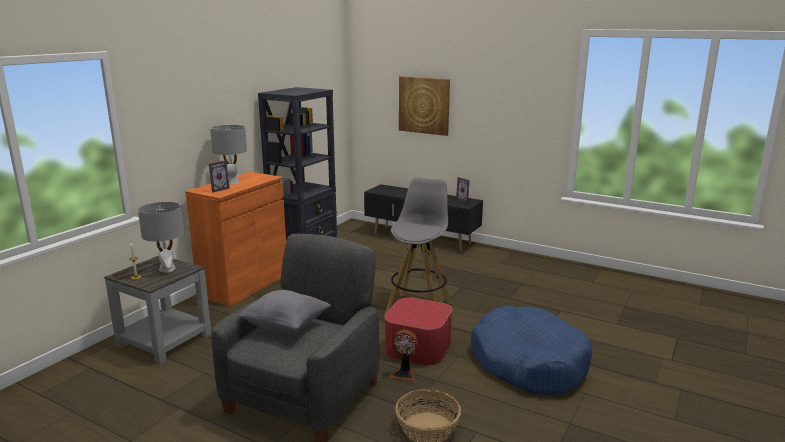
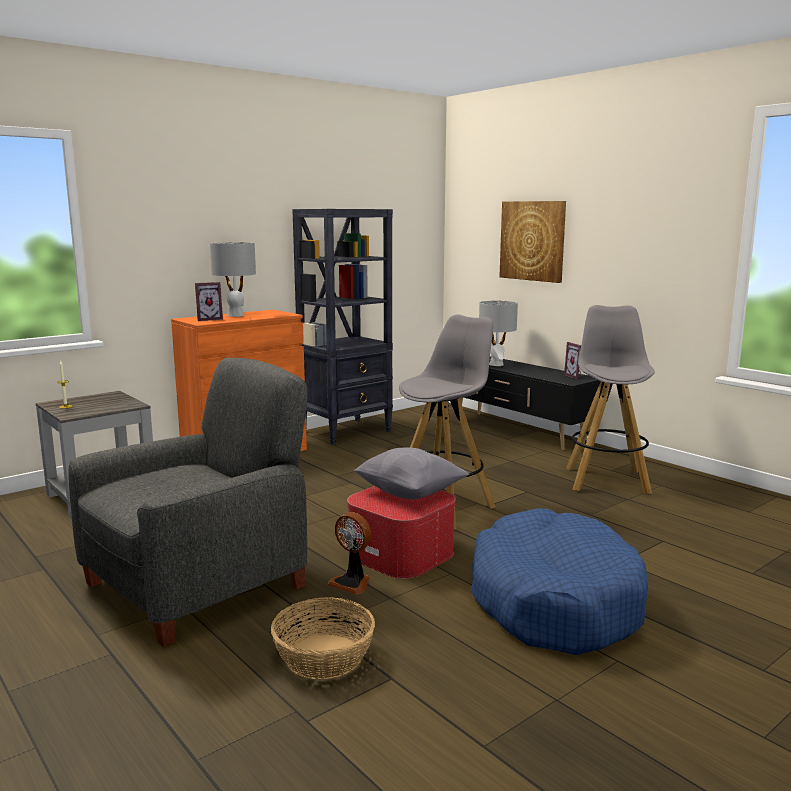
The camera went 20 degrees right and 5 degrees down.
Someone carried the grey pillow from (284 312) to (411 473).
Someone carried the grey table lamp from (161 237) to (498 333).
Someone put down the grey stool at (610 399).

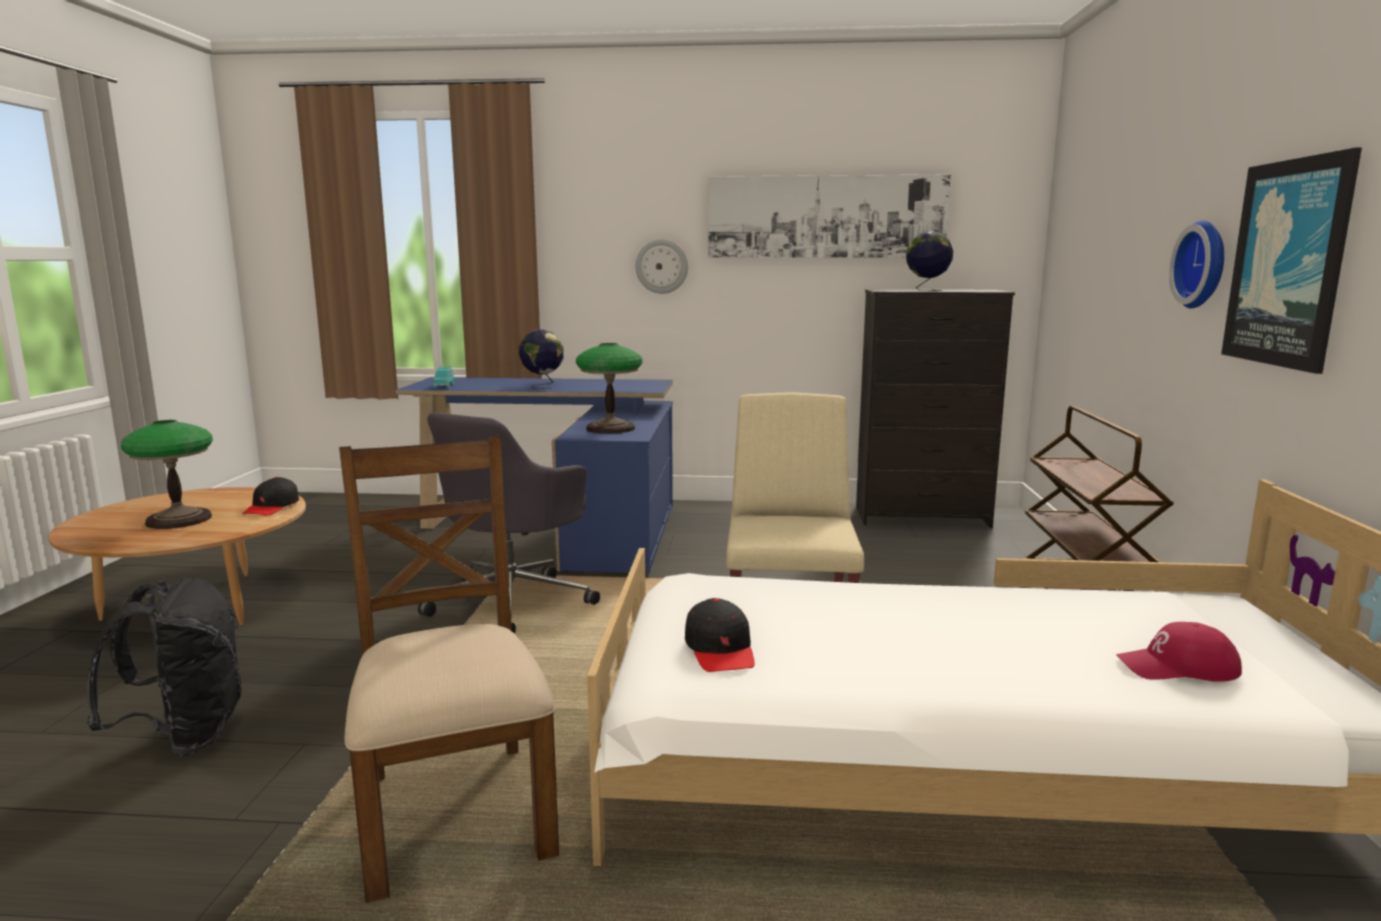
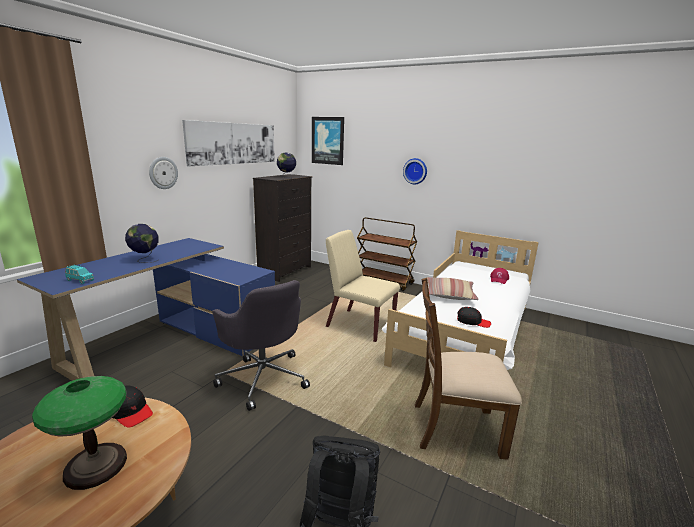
The camera went 65 degrees left and 5 degrees up.
Someone carried the picture from (1291 260) to (328 141).
Someone put down the pillow at (452 288).
Someone took away the table lamp at (609 388).

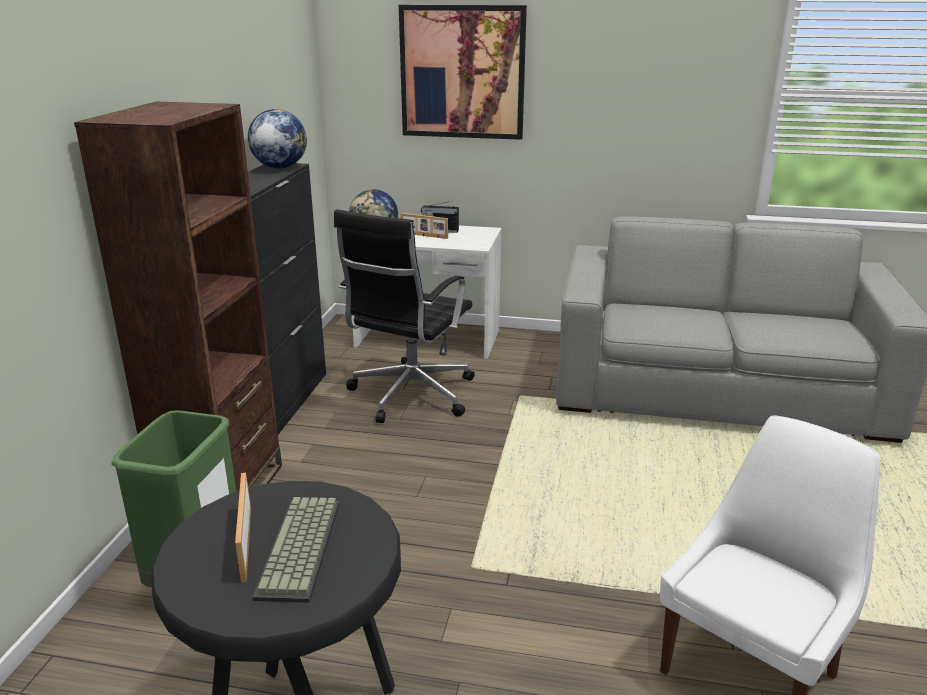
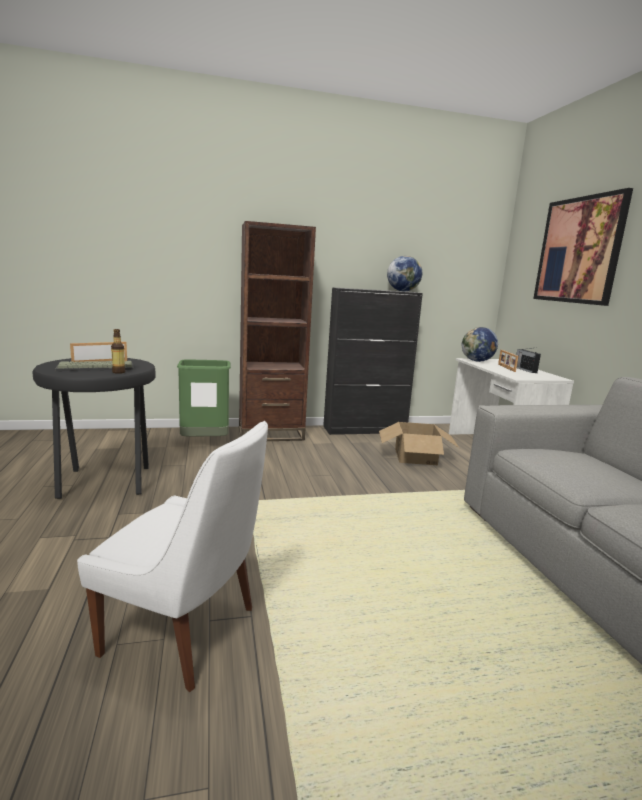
The camera went 65 degrees right and 10 degrees down.
Someone put down the bottle at (118 351).
Someone swapped the black office chair at (404 316) for the cardboard box at (419 443).

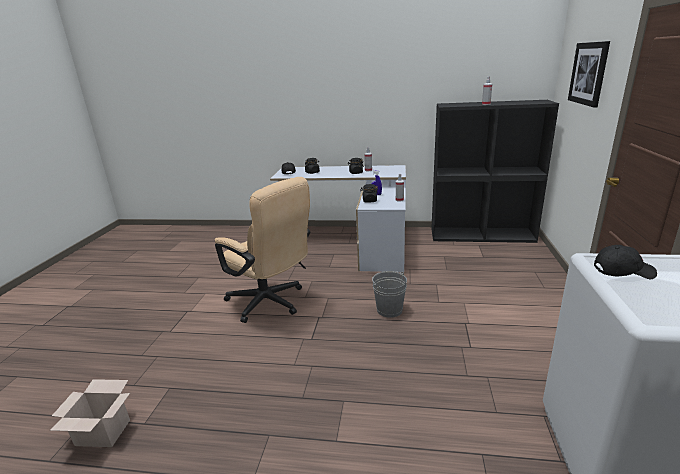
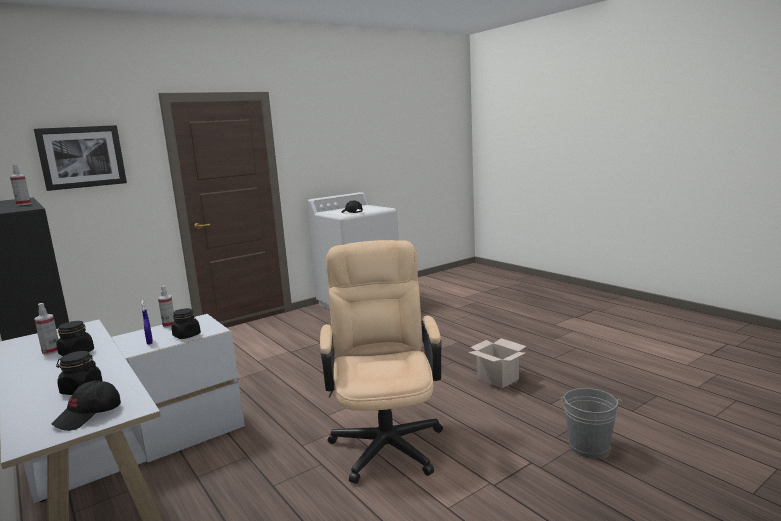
The camera went 135 degrees left and 10 degrees down.
Someone carried the cardboard box from (90 413) to (497 363).
Someone carried the grey bucket from (389 294) to (591 423).

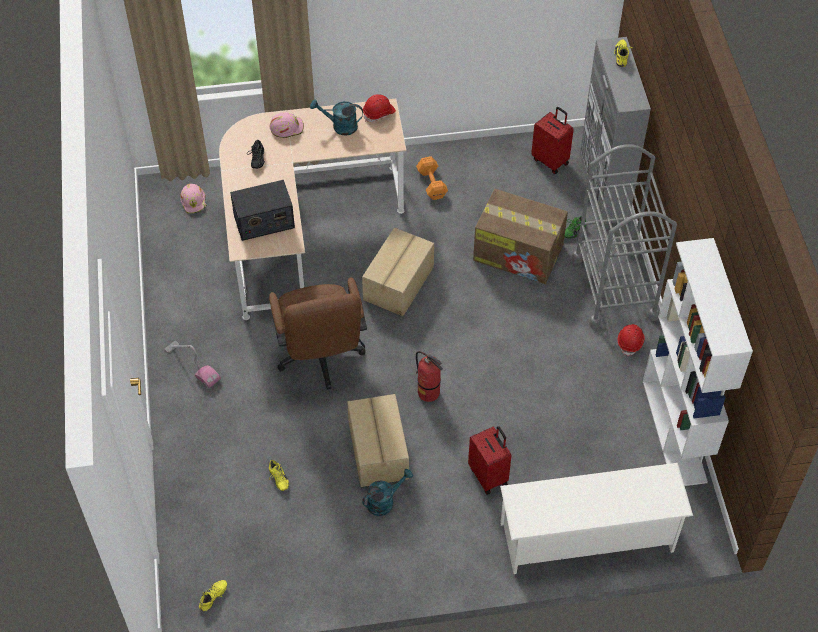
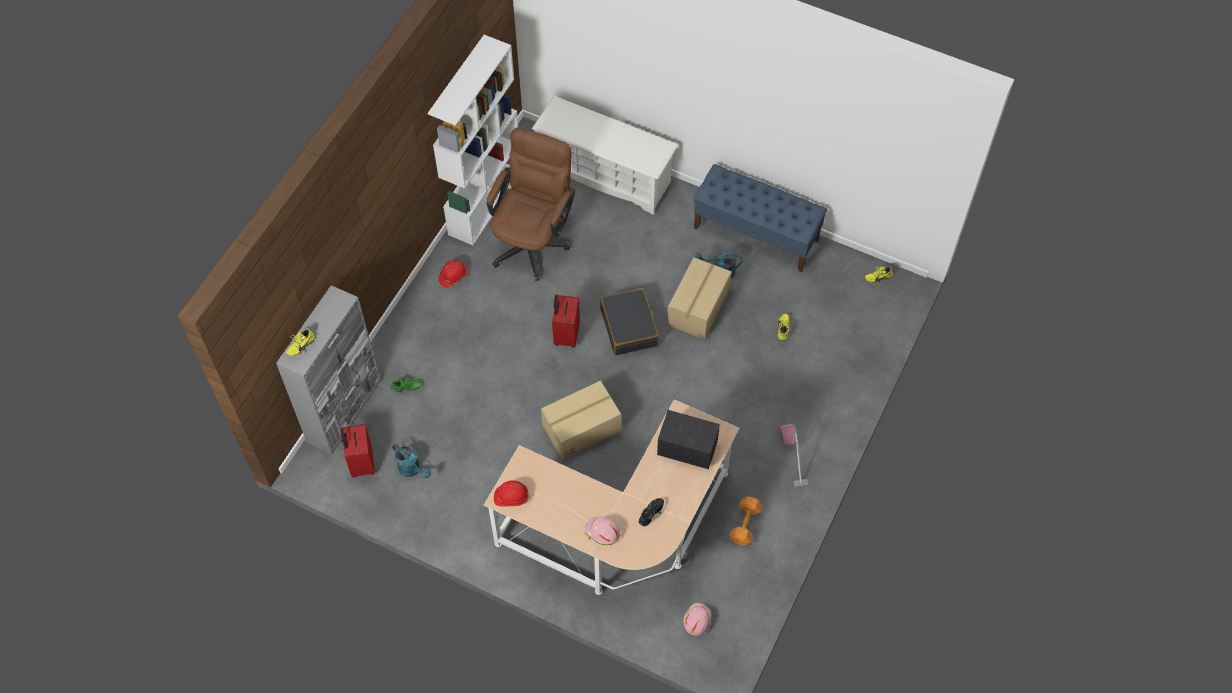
The camera went 145 degrees left and 5 degrees up.
Someone carried the turquoise watering can from (336 118) to (411 461).
Someone carried the brown office chair from (318 333) to (531 204).
Someone carried the red suitcase from (489 460) to (566 321).
Someone swapped the fire extinguisher at (429 376) for the black suitcase at (629 321).
Someone put down the blue bench at (760 218).
Someone carried the orange dumbbell from (432 178) to (745 521).
Someone took away the cardboard box at (520 236).
Someone took away the grey cart at (624 236).

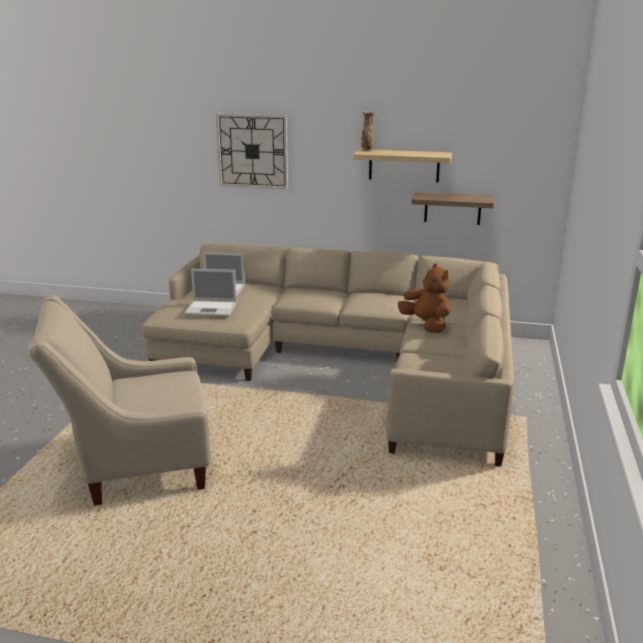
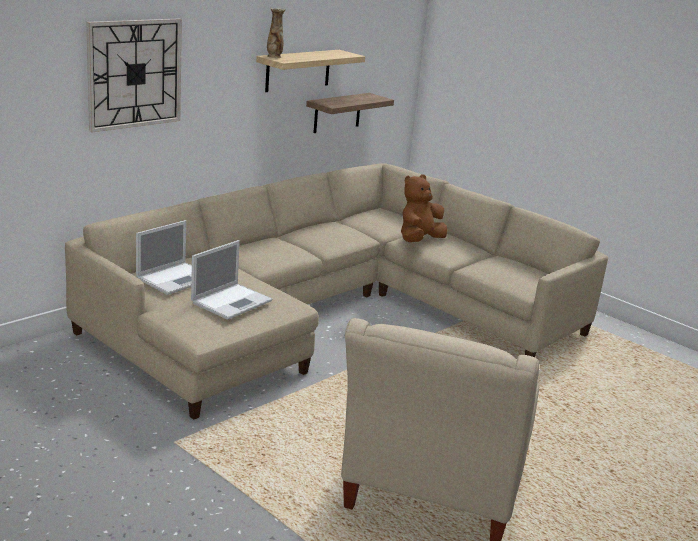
The camera went 60 degrees left and 0 degrees up.
Someone rotated the brown plush toy at (424 298) by 45 degrees counterclockwise.

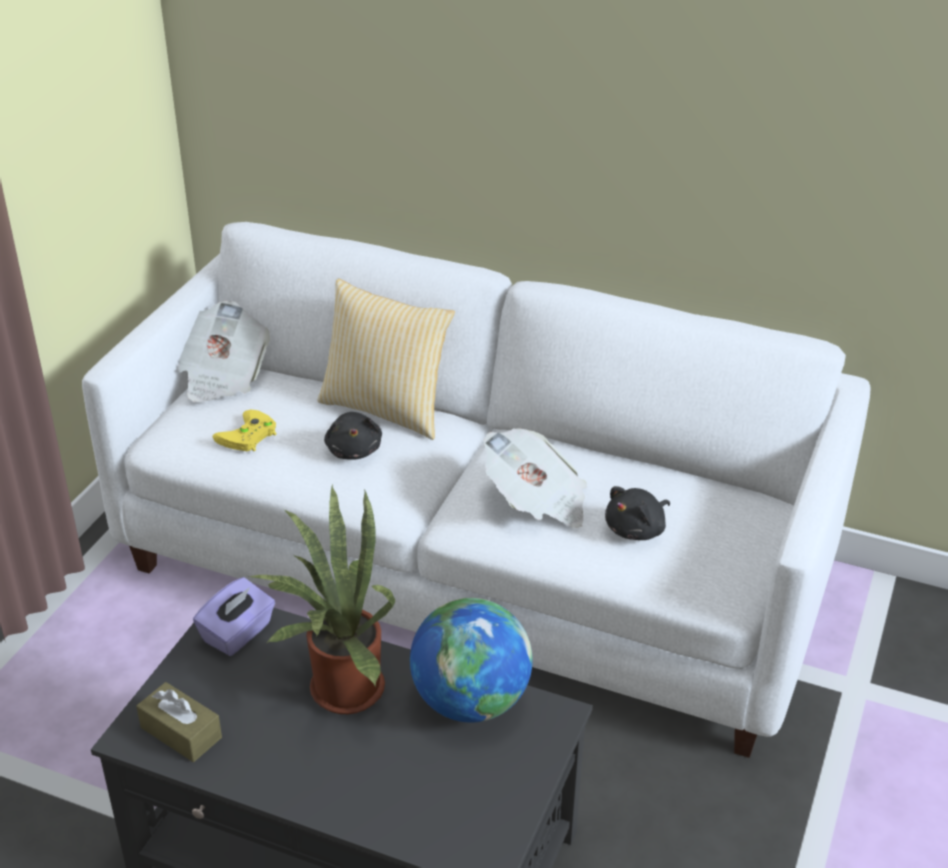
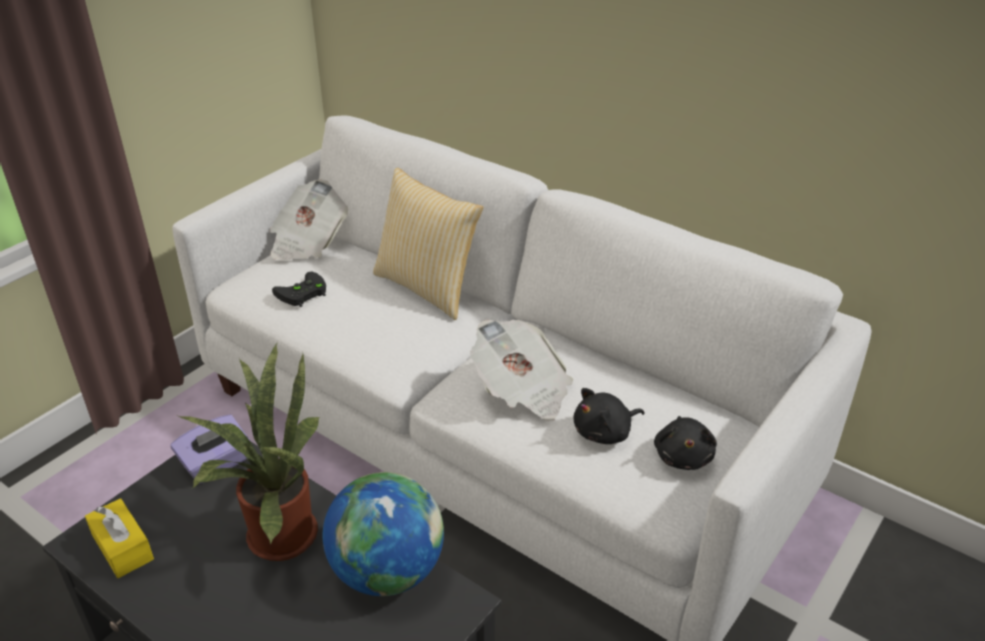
The camera went 15 degrees right and 0 degrees up.
Someone repainted the brown tissue box at (179 722), which became the yellow tissue box at (119 538).
Someone repainted the yellow game controller at (245 430), which became the black game controller at (299 289).
Someone carried the black plush toy from (353 436) to (685 443).

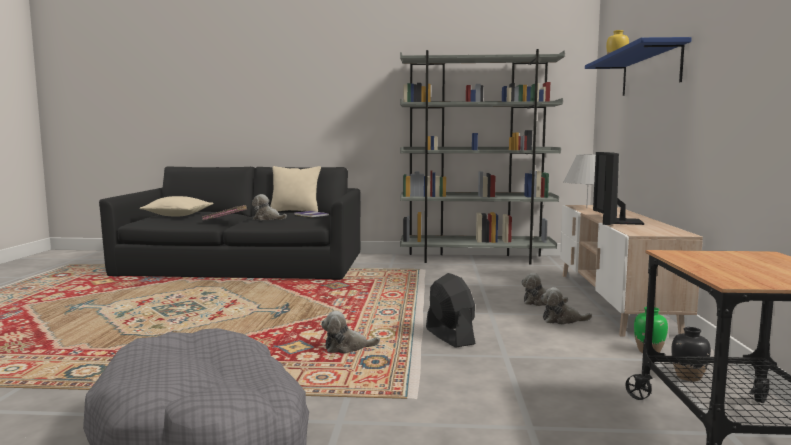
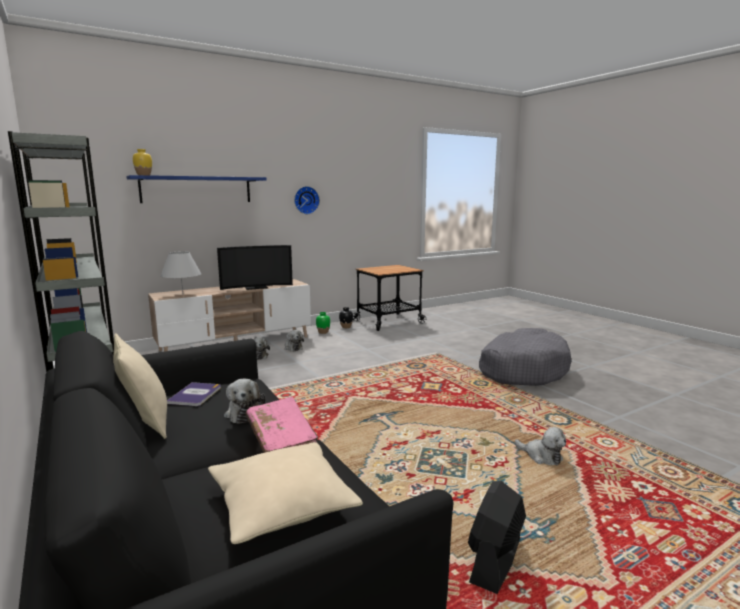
The camera went 125 degrees left and 5 degrees up.
Someone put up the wall clock at (307 200).
Someone carried the black fan from (450 310) to (497 537).
Someone carried the plush toy from (350 332) to (540 446).

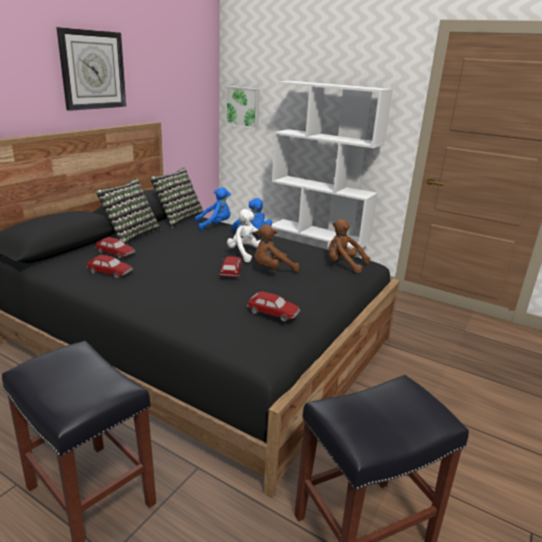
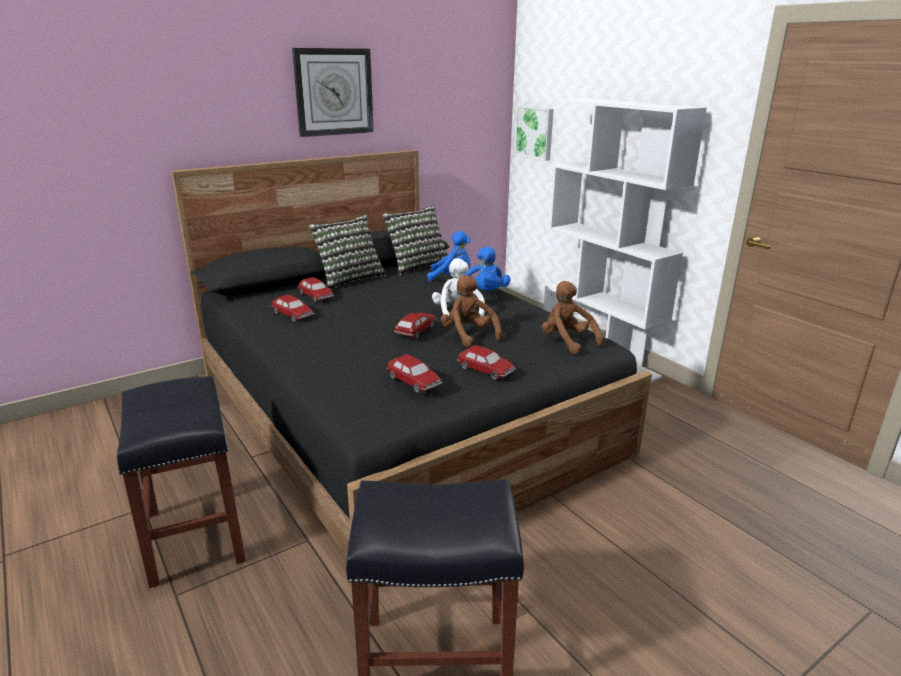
The camera went 25 degrees right and 0 degrees up.
Someone rotated the brown plush toy at (276 248) by 60 degrees clockwise.
Someone put down the toy car at (486 362).

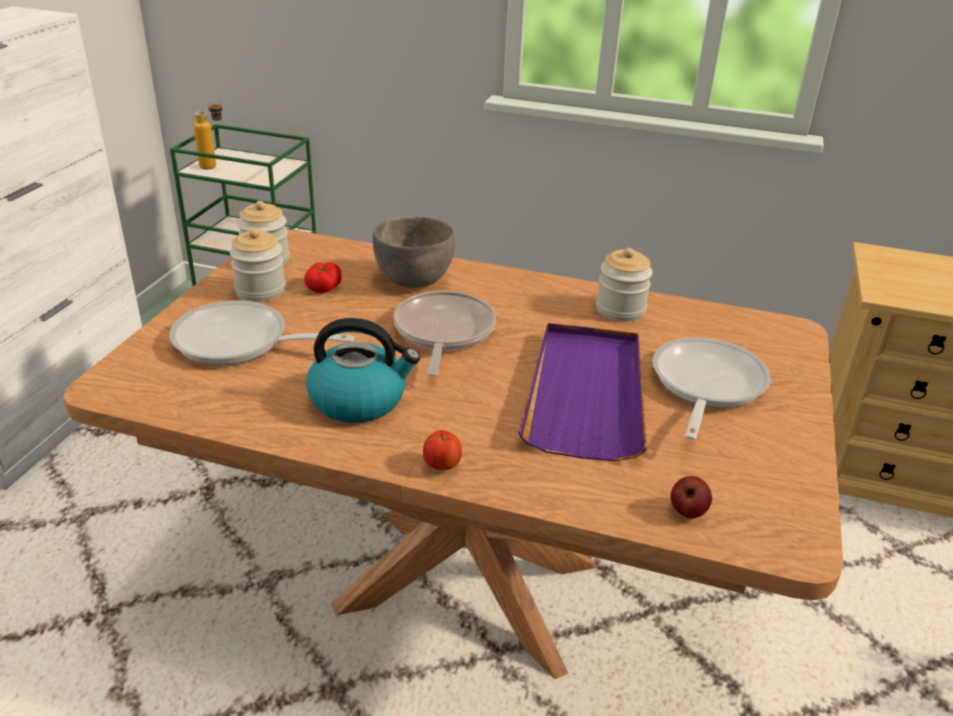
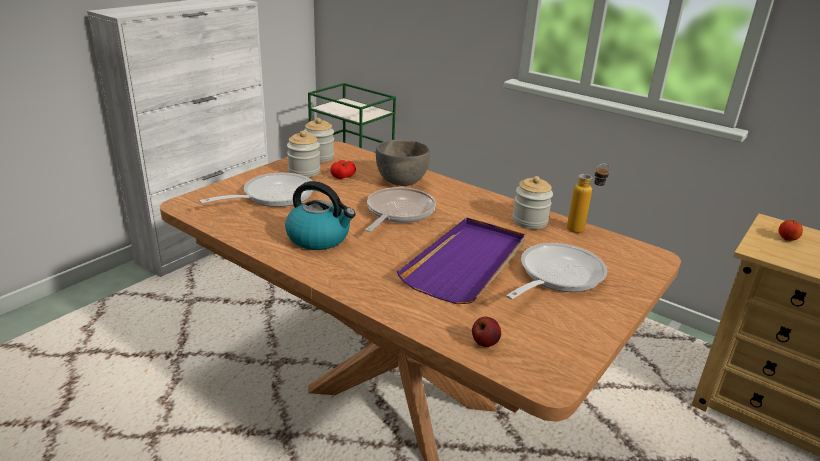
The camera went 20 degrees right and 5 degrees down.
Someone rotated the frying pan at (262 333) by 105 degrees clockwise.
Someone carried the bottle from (208 134) to (588 198).
Someone carried the apple from (442 450) to (790 230).

